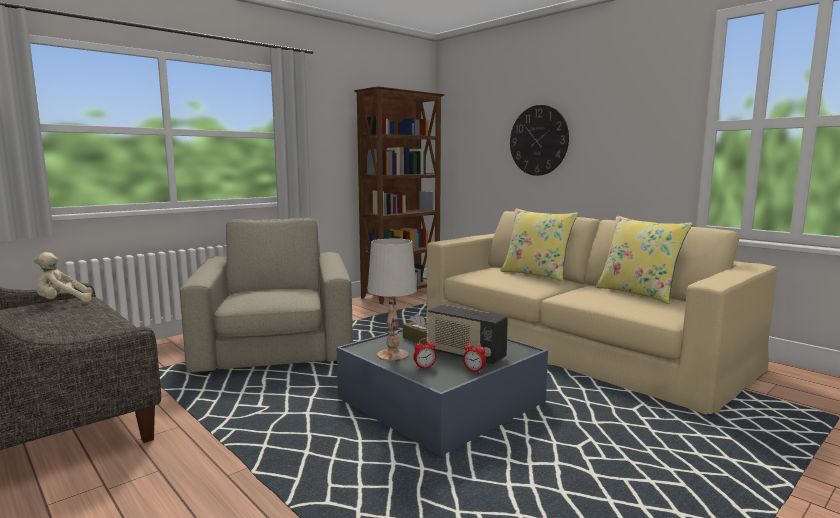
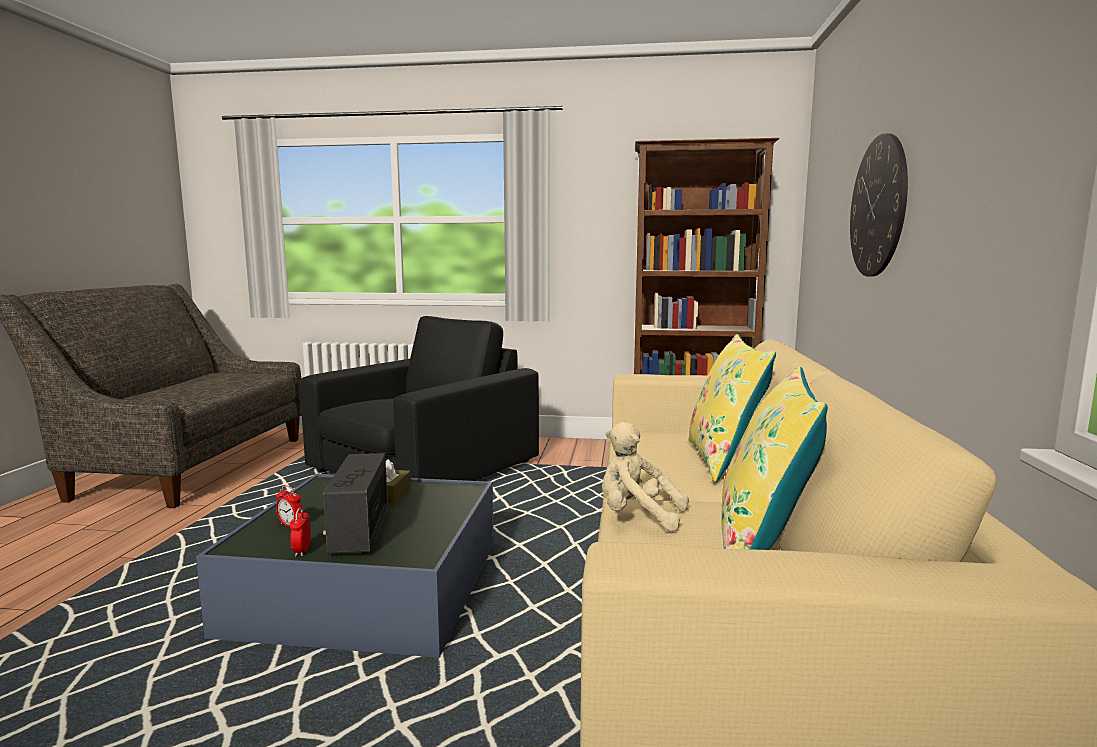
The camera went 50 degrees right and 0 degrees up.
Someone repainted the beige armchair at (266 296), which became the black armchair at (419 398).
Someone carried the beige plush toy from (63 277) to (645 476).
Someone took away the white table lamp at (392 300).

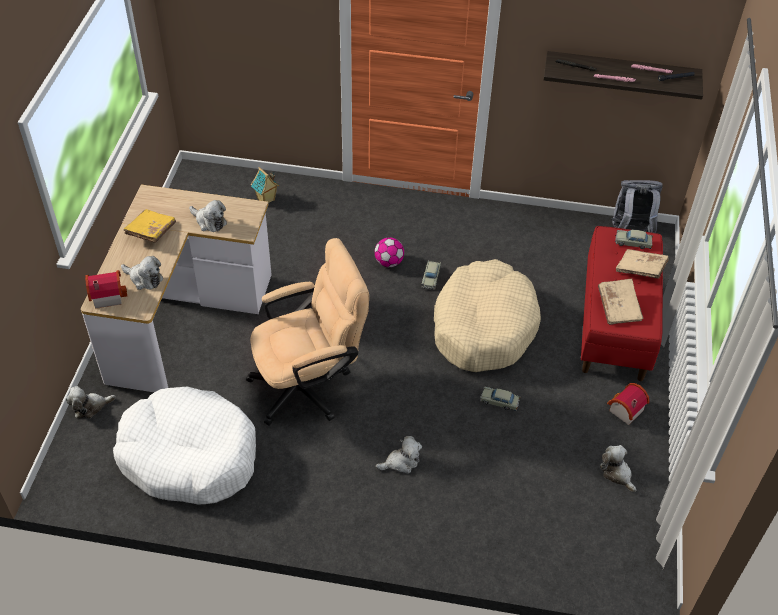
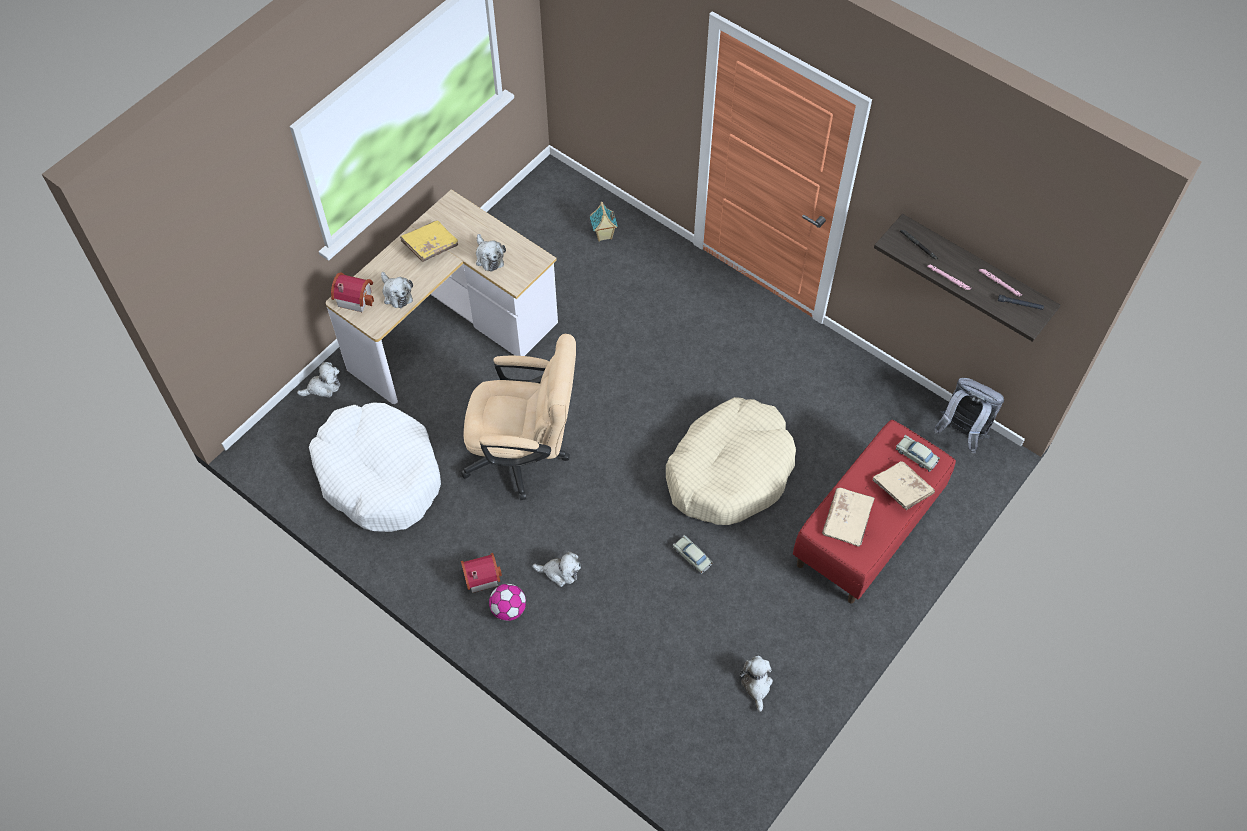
The camera went 30 degrees right and 10 degrees up.
Someone rotated the plush toy at (91 402) by 150 degrees clockwise.
Someone carried the toy house from (628 404) to (481 573).
Someone carried the football from (389 252) to (507 602).
Someone took away the beige toy car at (431 275).

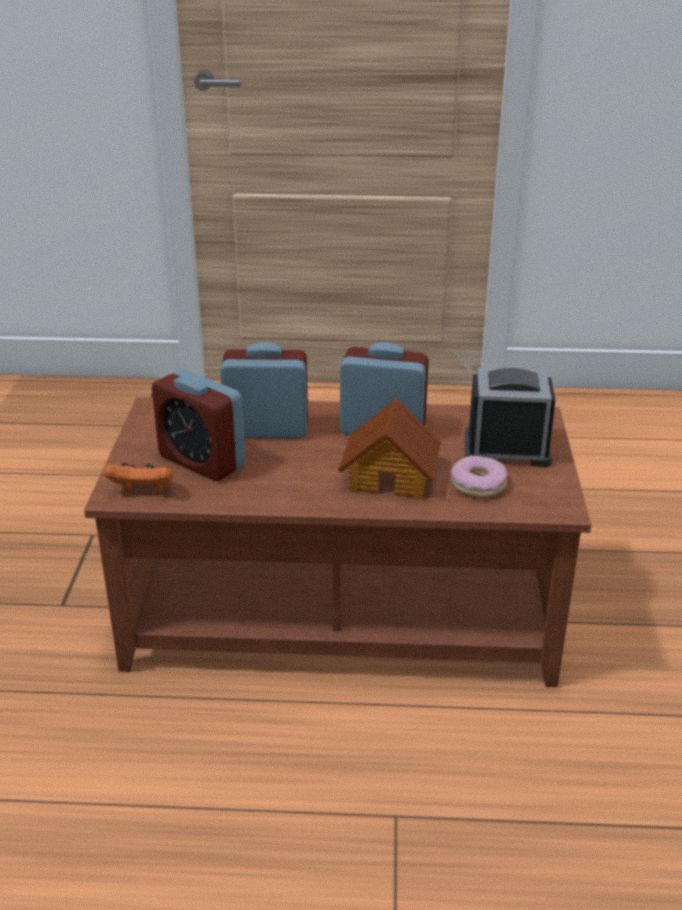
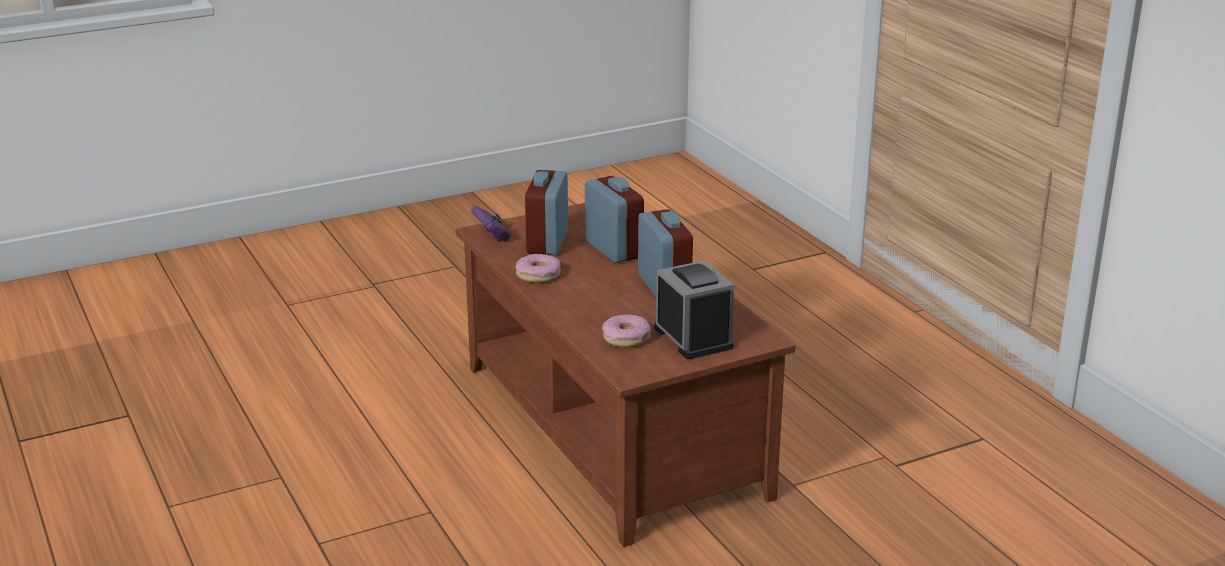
The camera went 60 degrees right and 5 degrees down.
Someone repainted the orange game controller at (138 477), which became the purple game controller at (491 223).
Someone put down the donut at (538 268).
Someone took away the toy house at (389 448).

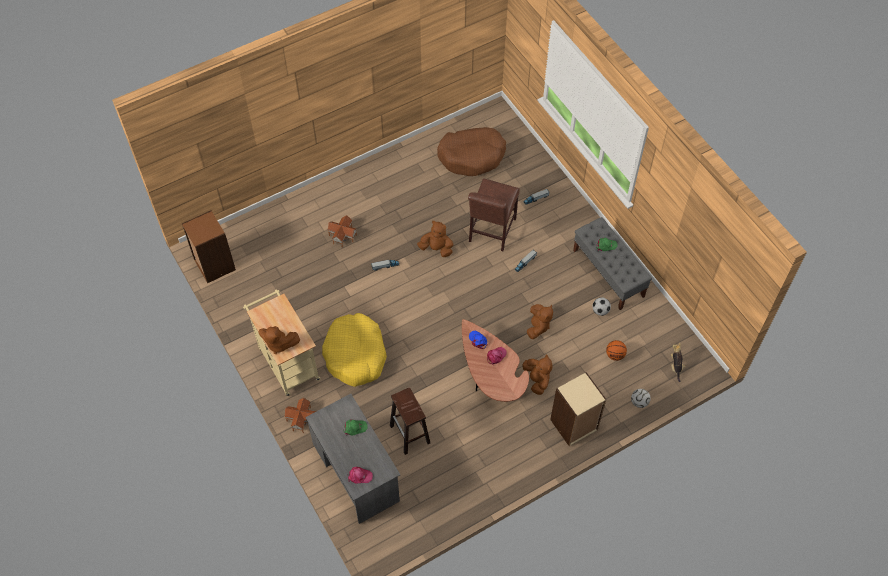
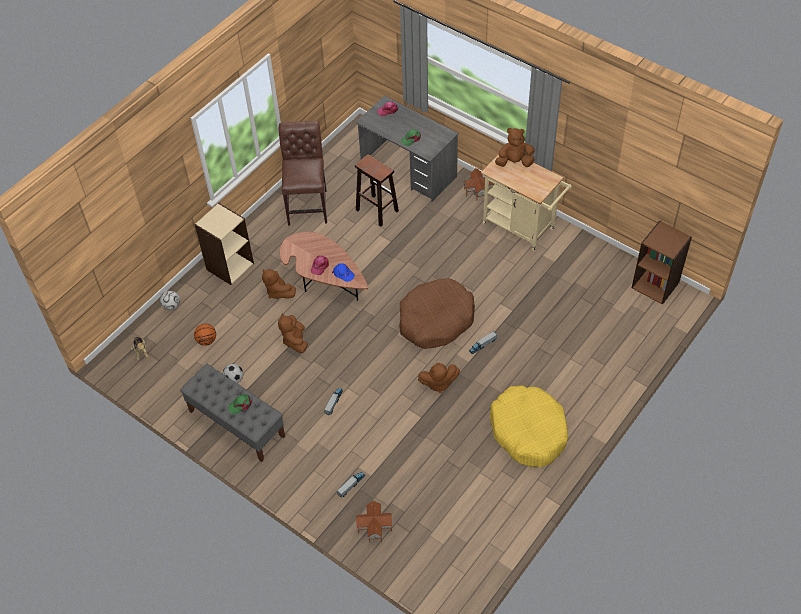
The camera went 160 degrees right and 5 degrees down.
Someone carried the brown chair from (494 214) to (303 173).
Someone carried the toy house from (342 231) to (374 522).
Someone carried the brown dog bed from (471 151) to (437 313).
Someone carried the yellow dog bed from (354 350) to (529 426).

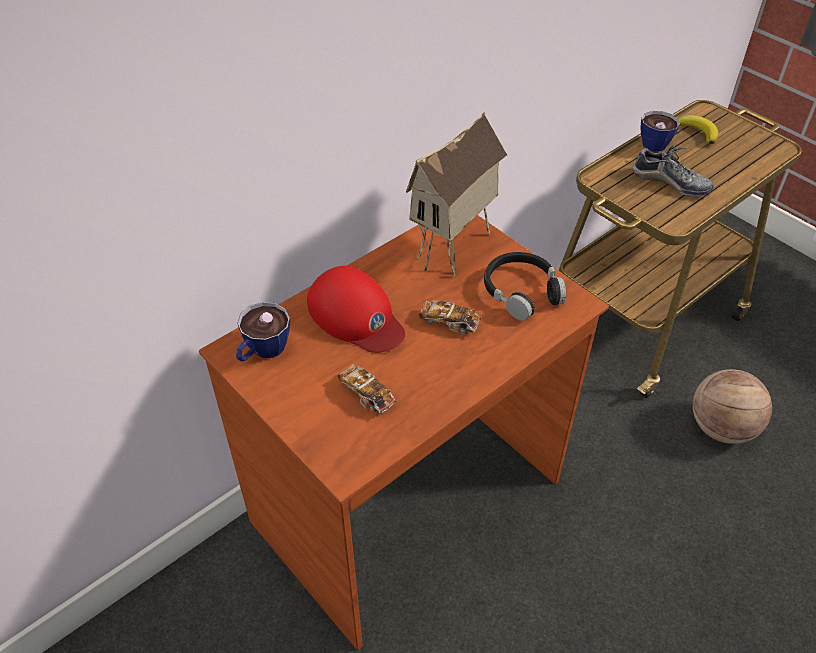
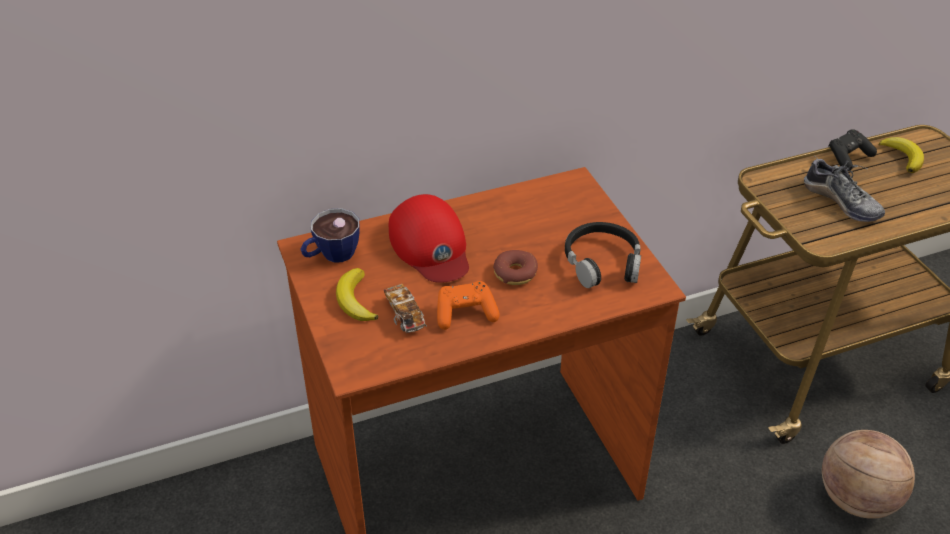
The camera went 20 degrees right and 5 degrees down.
Someone put down the banana at (357 294).
Someone put down the orange game controller at (468 305).
Someone swapped the toy car at (449 317) for the donut at (515 267).
Someone swapped the cup at (660 131) for the black game controller at (852 150).
Someone took away the toy house at (456 194).

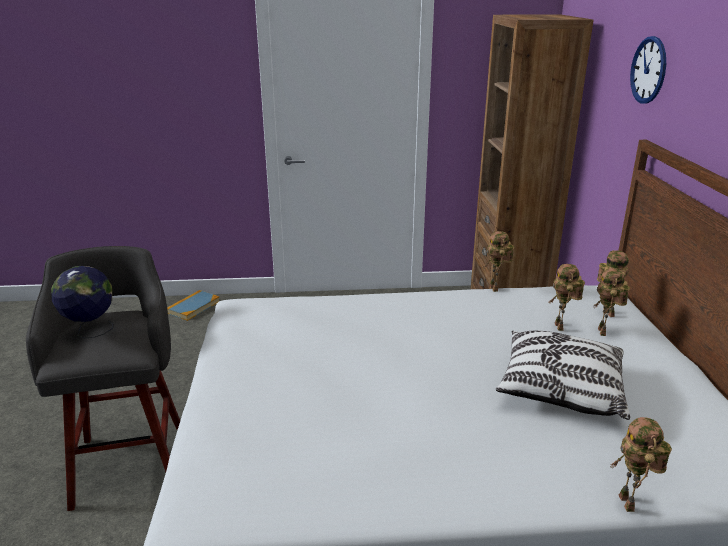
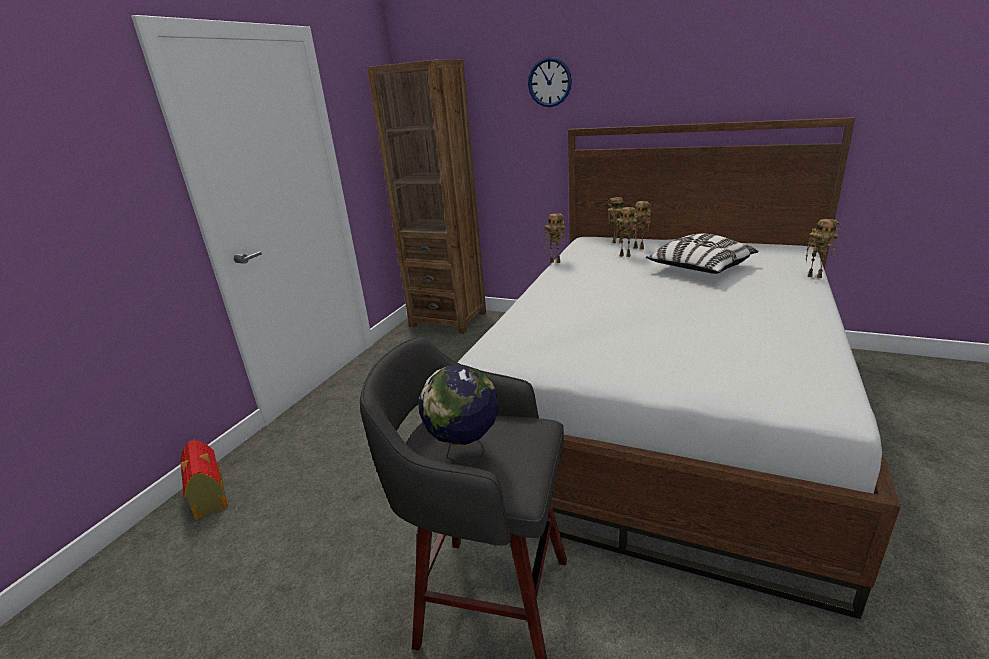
The camera went 60 degrees left and 0 degrees up.
Someone swapped the book at (193 305) for the toy house at (204 479).

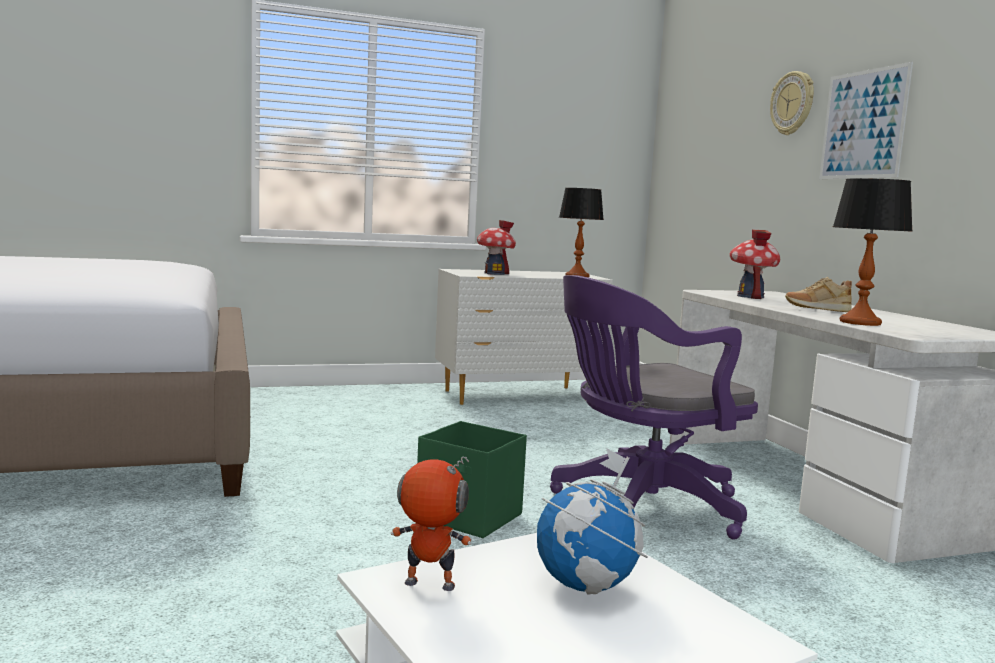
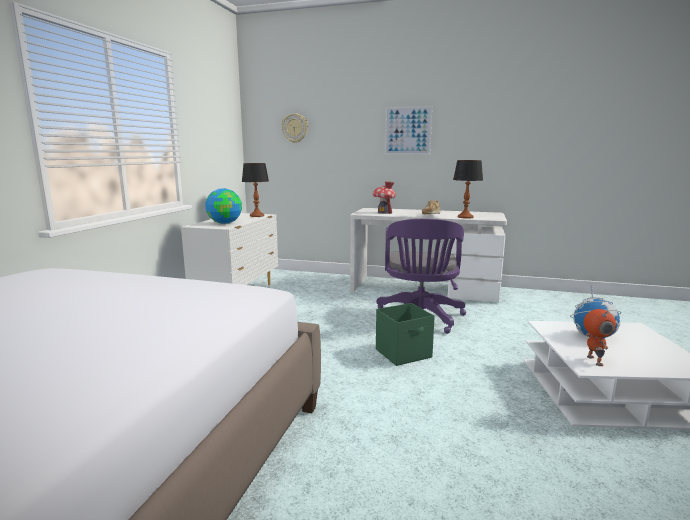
The camera went 55 degrees left and 5 degrees up.
Someone swapped the toy house at (496 247) for the globe at (223 206).
Someone carried the wall clock from (792 103) to (295 128).
Someone rotated the toy robot at (431 524) by 135 degrees clockwise.

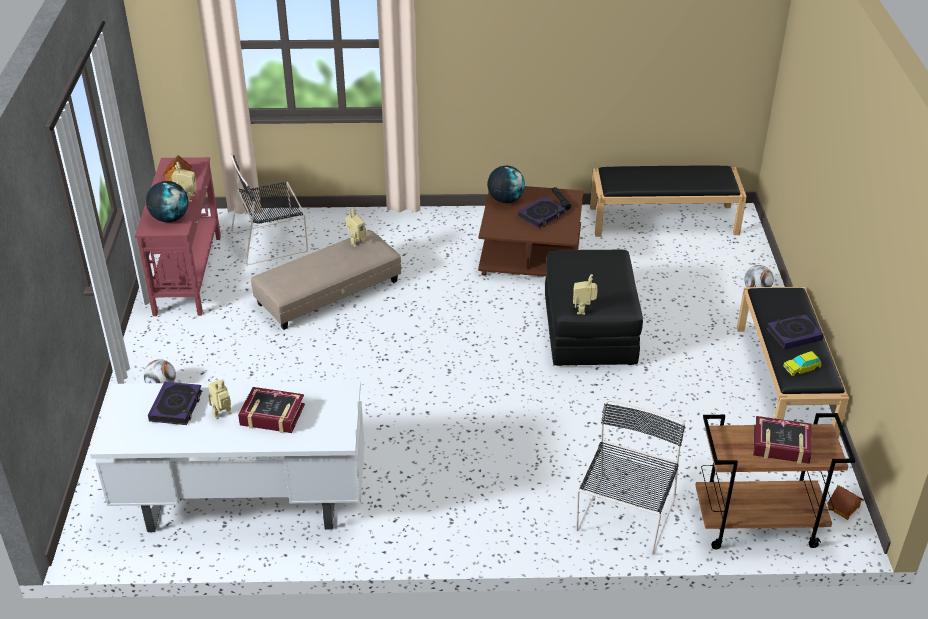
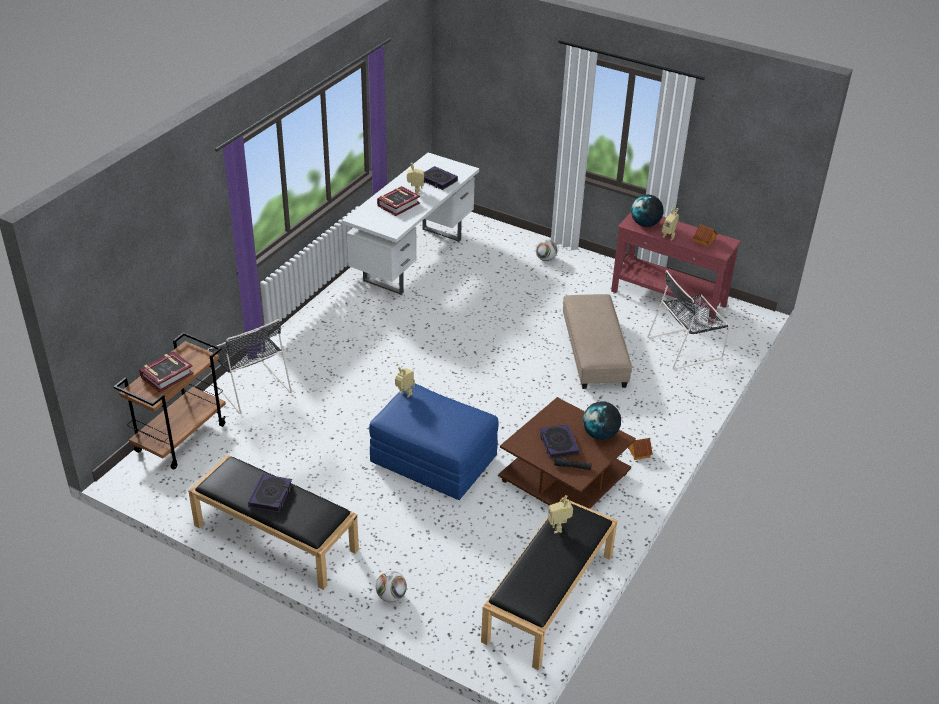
The camera went 120 degrees right and 0 degrees up.
Someone repainted the black ottoman at (594 308), which became the blue ottoman at (434 442).
Someone carried the toy robot from (355 227) to (560 514).
Someone carried the toy house from (845 502) to (640 449).
Someone rotated the black chair at (269 209) by 120 degrees counterclockwise.
Someone took away the toy car at (802 364).

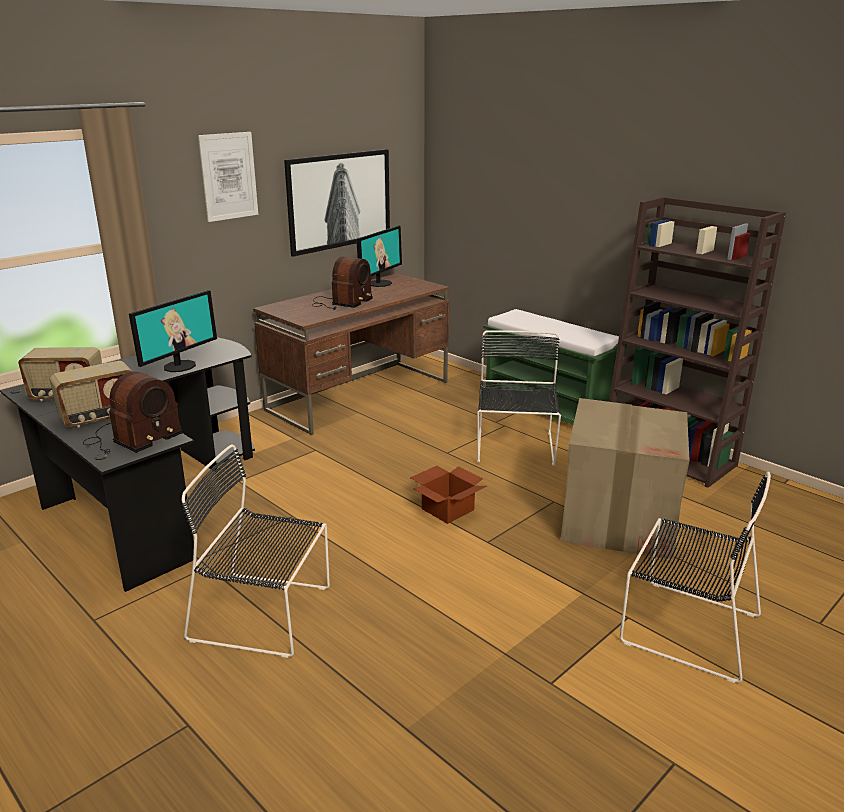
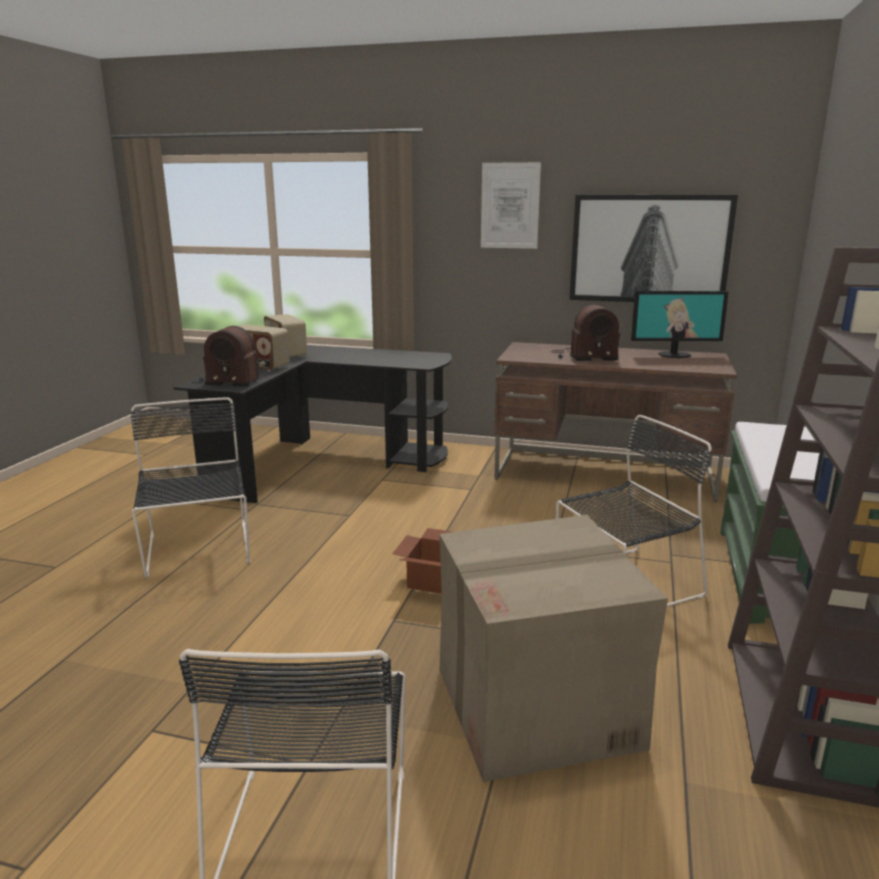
The camera went 60 degrees right and 5 degrees down.
Someone took away the monitor at (173 331).

